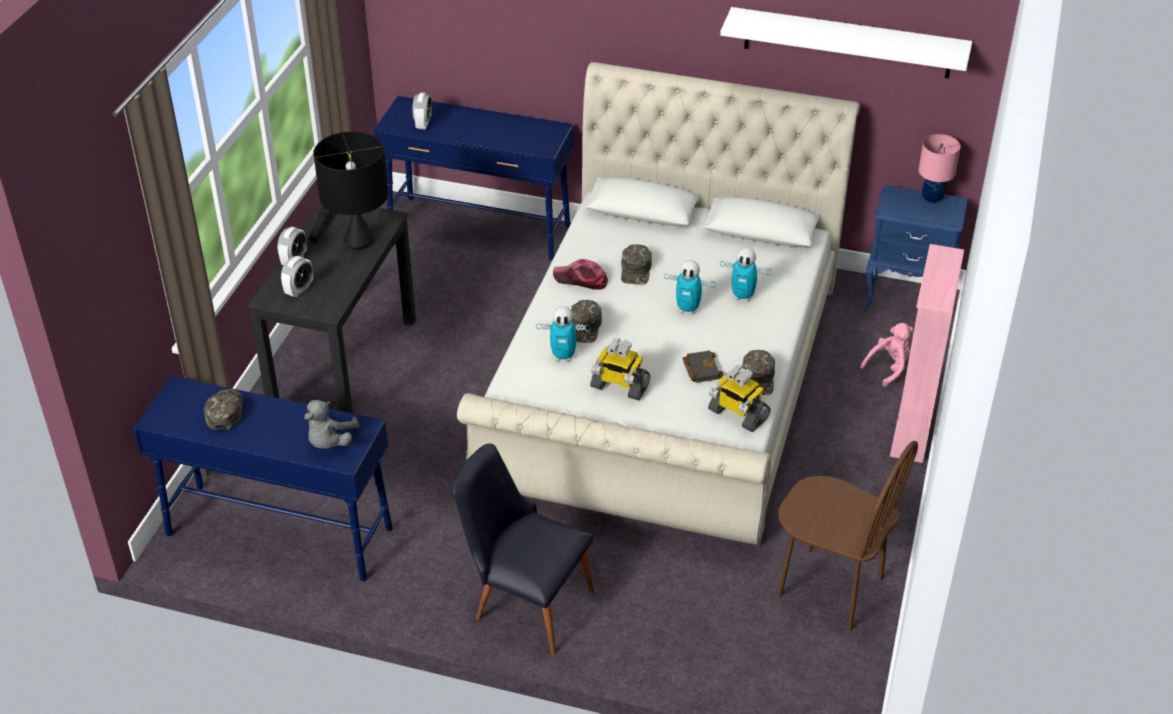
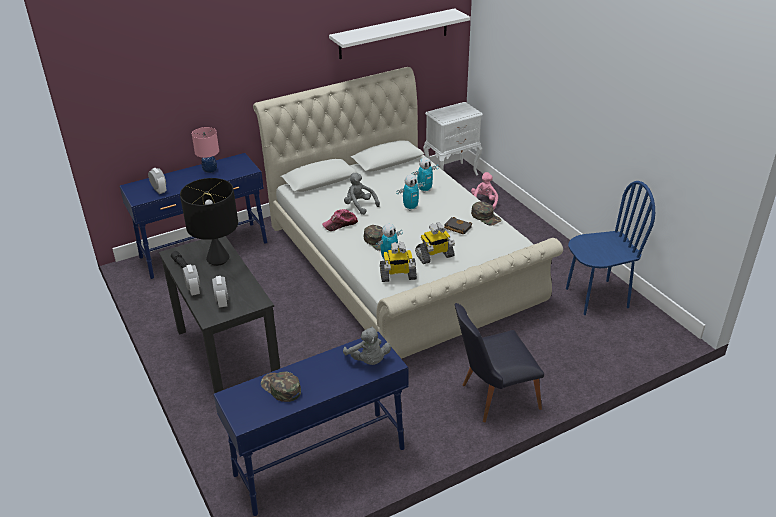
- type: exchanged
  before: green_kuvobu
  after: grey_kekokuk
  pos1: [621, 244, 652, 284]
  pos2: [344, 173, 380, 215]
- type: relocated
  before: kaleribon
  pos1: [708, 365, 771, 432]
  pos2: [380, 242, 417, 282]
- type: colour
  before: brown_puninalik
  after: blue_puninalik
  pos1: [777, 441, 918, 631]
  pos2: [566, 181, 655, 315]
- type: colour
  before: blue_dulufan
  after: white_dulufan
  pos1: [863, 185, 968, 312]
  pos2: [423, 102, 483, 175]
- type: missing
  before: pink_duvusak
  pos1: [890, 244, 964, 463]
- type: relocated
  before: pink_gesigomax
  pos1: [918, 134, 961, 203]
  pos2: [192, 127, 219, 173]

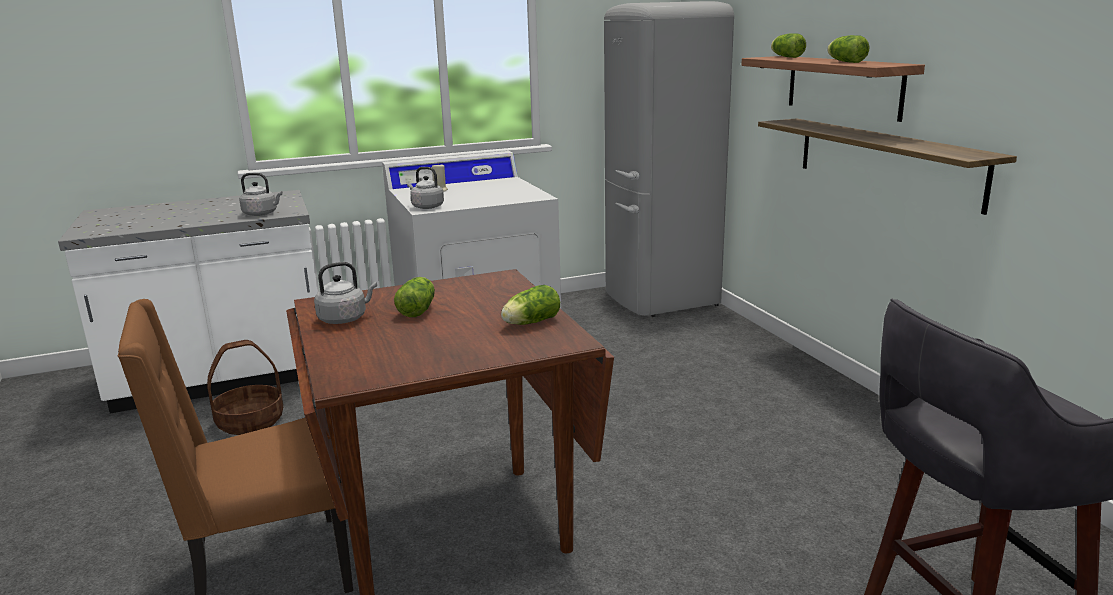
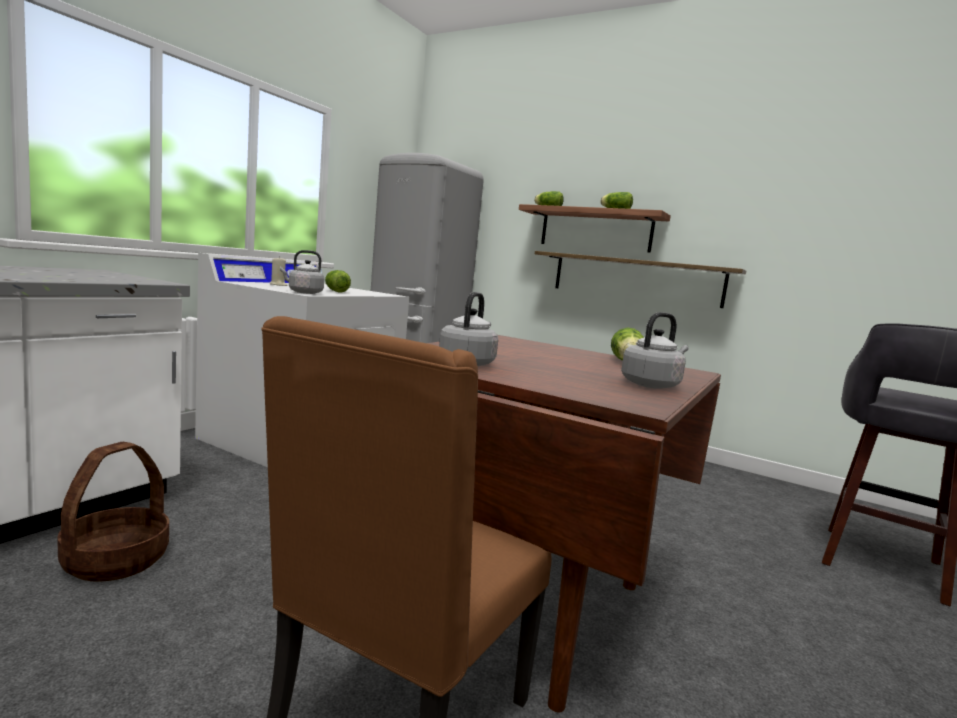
- type: relocated
  before: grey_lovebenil
  pos1: [239, 173, 283, 216]
  pos2: [621, 312, 688, 389]
- type: relocated
  before: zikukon
  pos1: [394, 277, 435, 317]
  pos2: [325, 270, 351, 293]

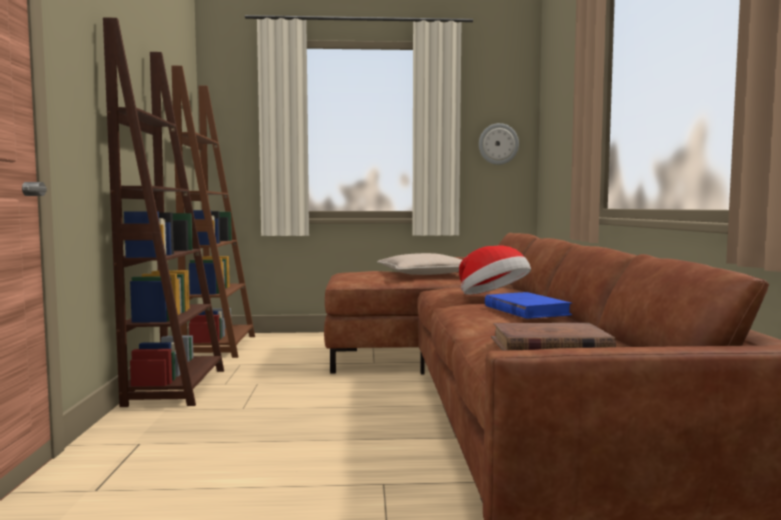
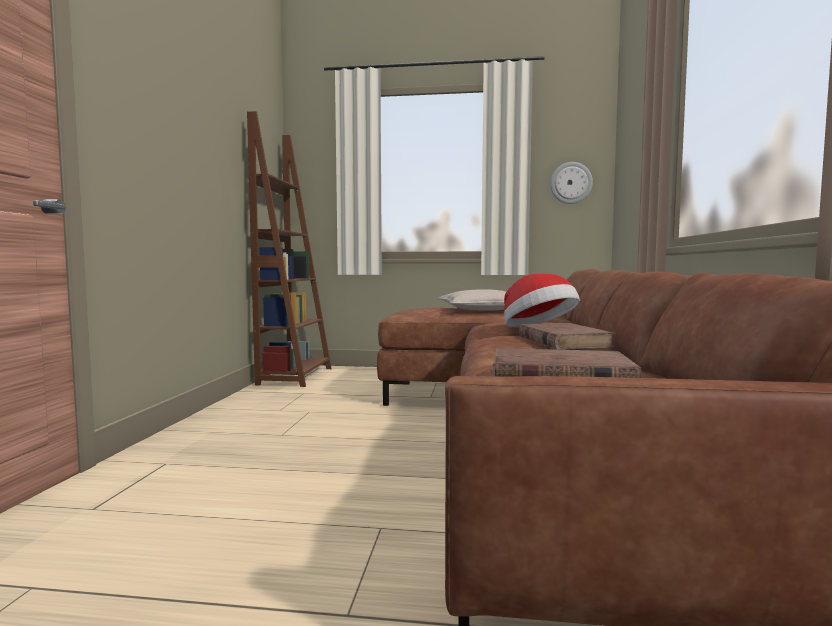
- type: missing
  before: brown_duvusak
  pos1: [103, 17, 224, 407]
- type: colour
  before: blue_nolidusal
  after: brown_nolidusal
  pos1: [485, 292, 572, 319]
  pos2: [519, 323, 615, 349]

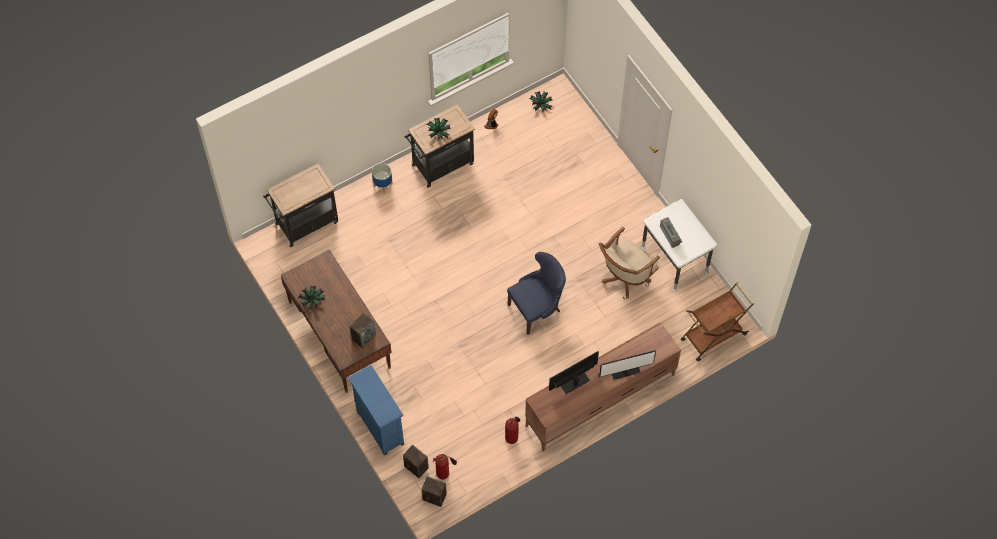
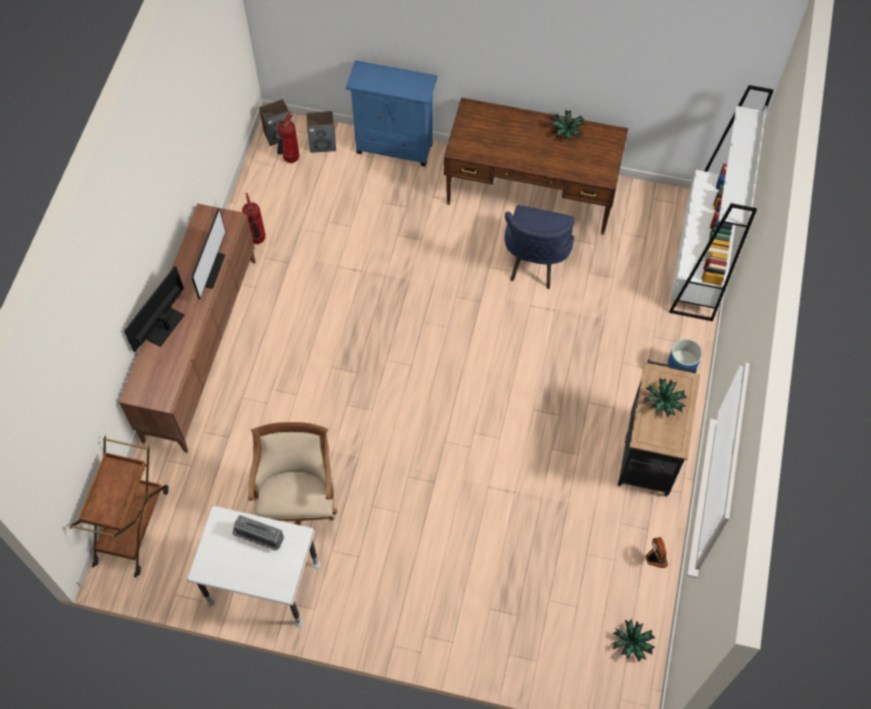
- type: exchanged
  before: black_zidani
  after: white_duvusak
  pos1: [263, 164, 338, 247]
  pos2: [669, 85, 773, 321]
- type: missing
  before: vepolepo
  pos1: [350, 313, 376, 349]
- type: relocated
  before: blue_puninalik
  pos1: [507, 252, 566, 335]
  pos2: [505, 205, 574, 289]

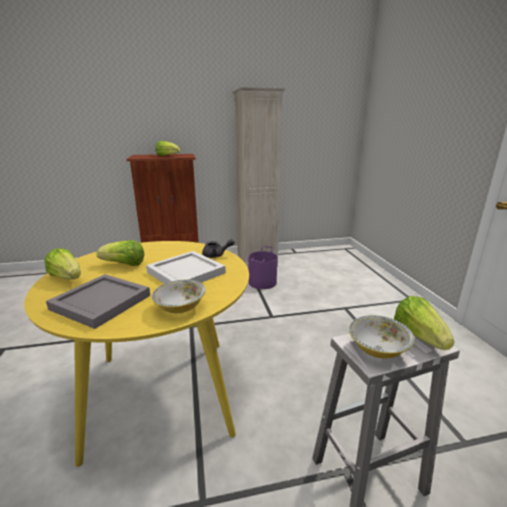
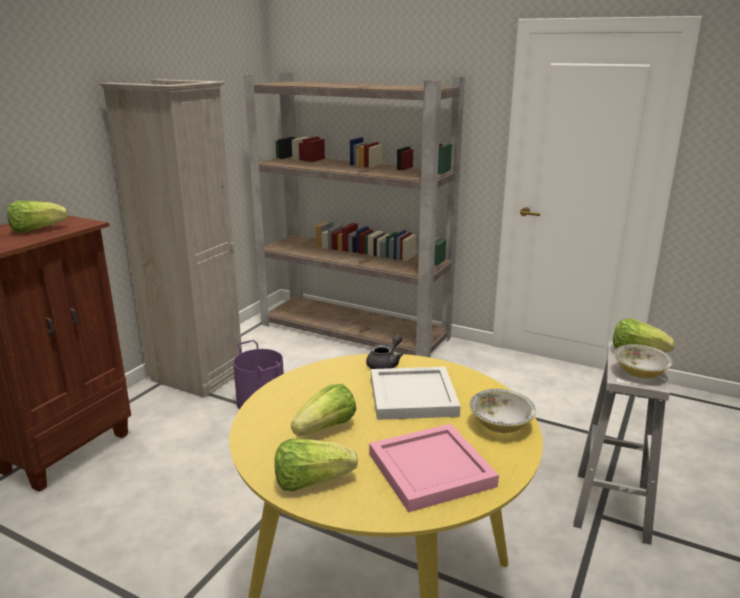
- type: colour
  before: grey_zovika
  after: pink_zovika
  pos1: [46, 274, 150, 329]
  pos2: [369, 424, 499, 513]
- type: appeared
  after: brown_duvusak
  pos2: [244, 73, 465, 357]

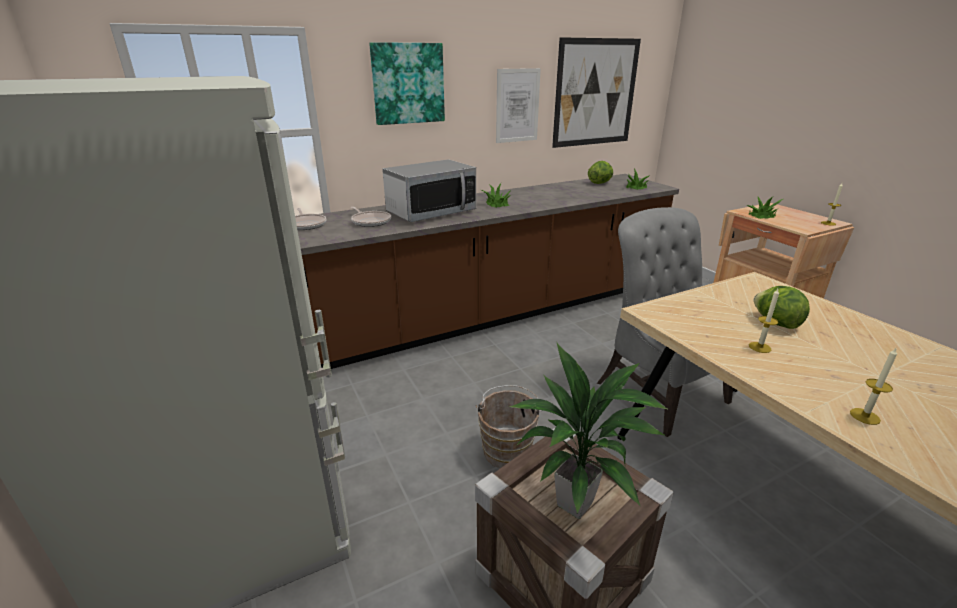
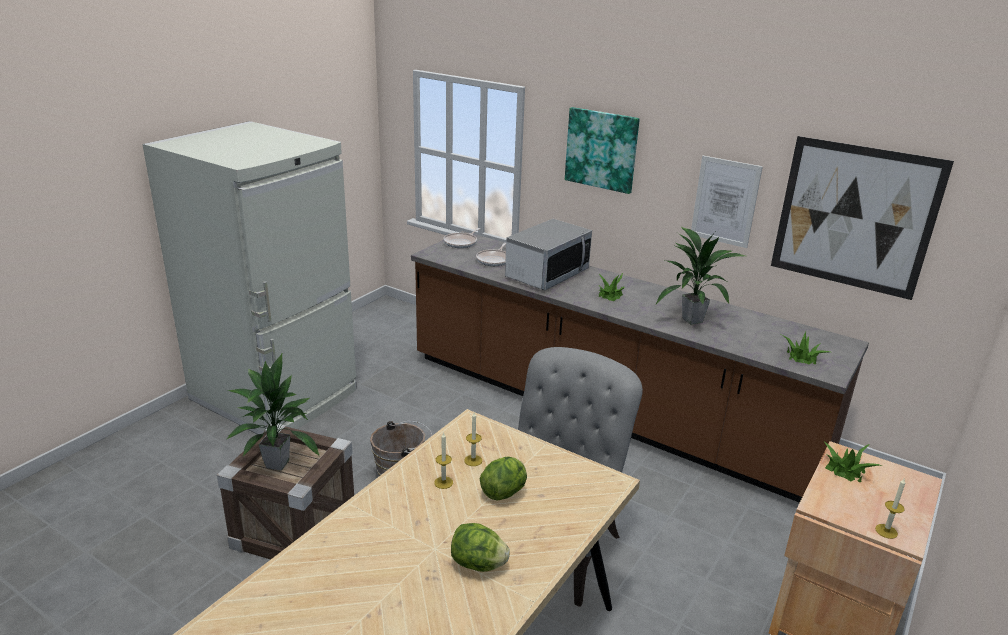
- type: spun
  before: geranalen
  pos1: [382, 159, 476, 222]
  pos2: [505, 219, 592, 290]
  turn: -75
- type: relocated
  before: zikukon
  pos1: [588, 161, 613, 184]
  pos2: [451, 523, 510, 572]
- type: relocated
  before: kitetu
  pos1: [850, 348, 897, 425]
  pos2: [464, 412, 482, 466]
- type: appeared
  after: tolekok
  pos2: [655, 227, 746, 325]

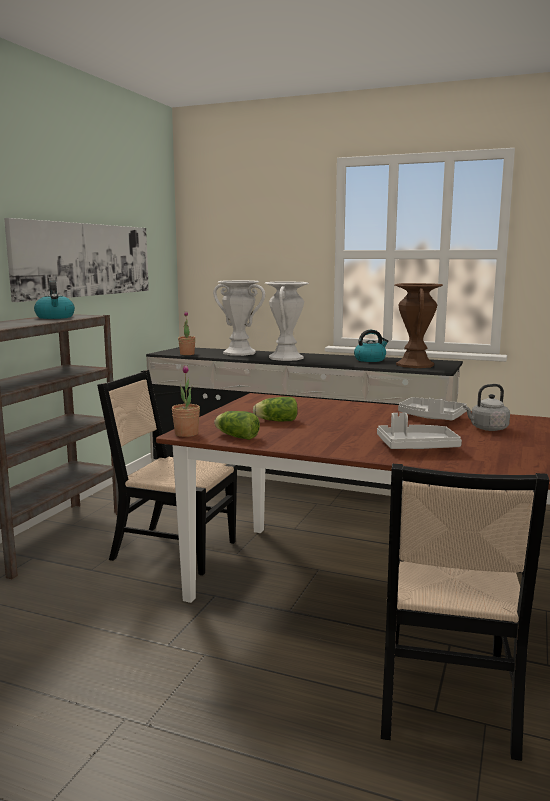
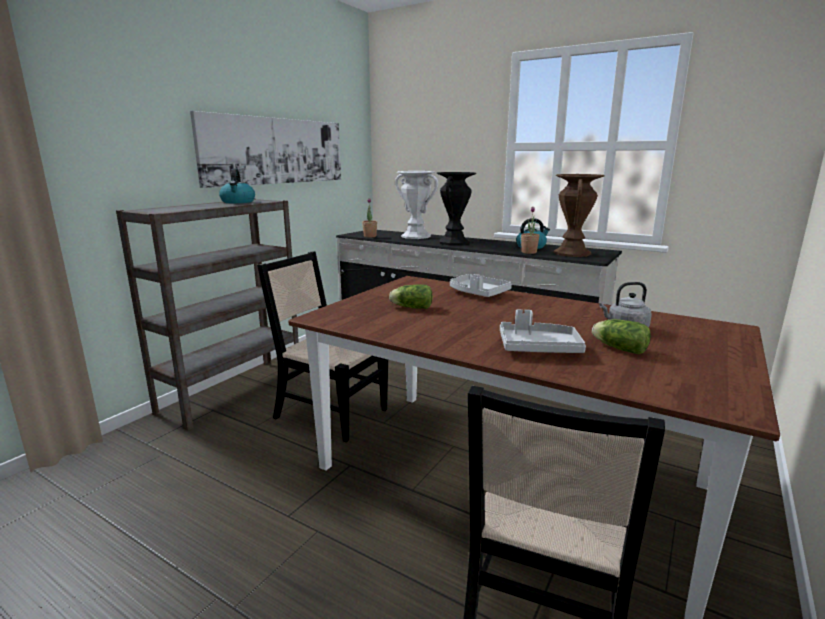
- type: relocated
  before: tolekok
  pos1: [172, 365, 200, 437]
  pos2: [521, 207, 540, 254]
- type: relocated
  before: zikukon
  pos1: [214, 411, 260, 440]
  pos2: [592, 319, 651, 354]
- type: colour
  before: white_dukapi
  after: black_dukapi
  pos1: [265, 281, 309, 361]
  pos2: [437, 172, 476, 245]
- type: relocated
  before: grey_zovika
  pos1: [398, 397, 467, 420]
  pos2: [450, 274, 512, 297]

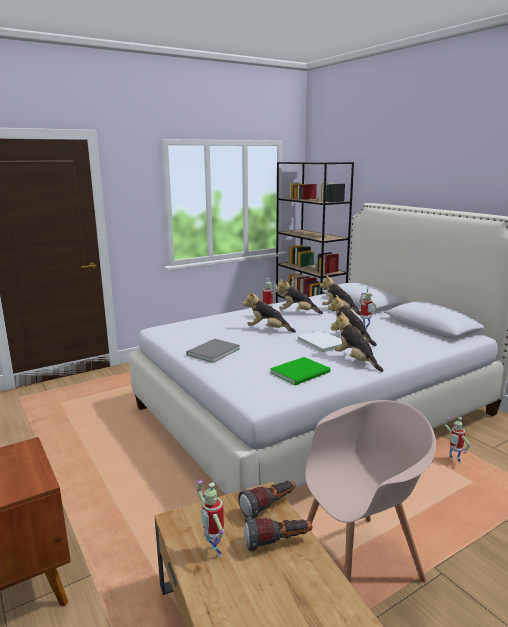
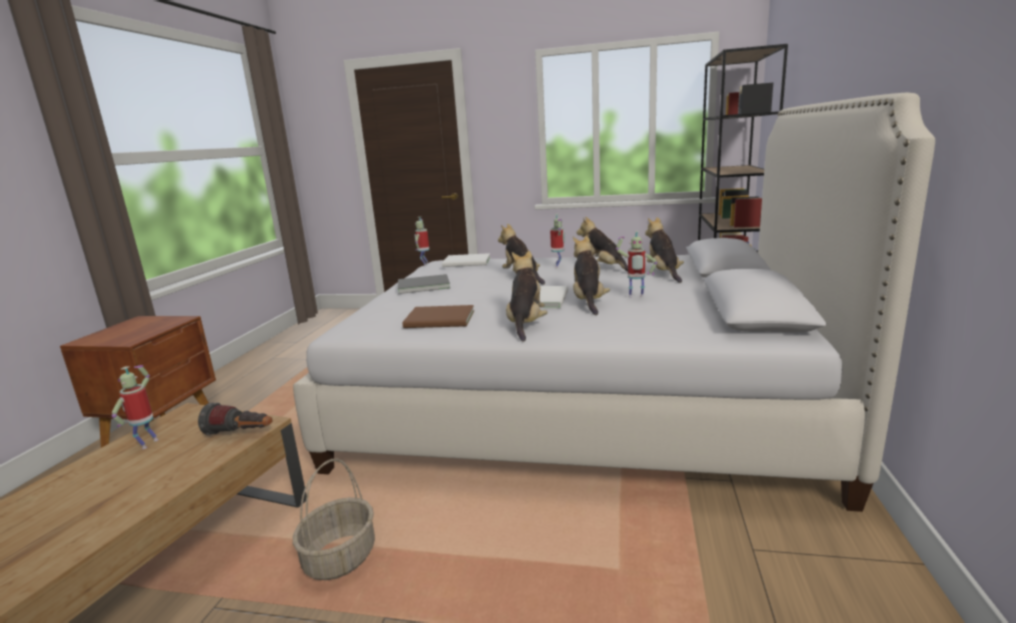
- type: missing
  before: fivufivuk
  pos1: [244, 517, 312, 552]
- type: colour
  before: green_nolidusal
  after: brown_nolidusal
  pos1: [270, 357, 330, 385]
  pos2: [403, 305, 474, 328]
- type: exchanged
  before: beige_puninalik
  after: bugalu
  pos1: [305, 400, 436, 583]
  pos2: [293, 459, 375, 580]
- type: relocated
  before: kaleribon
  pos1: [444, 417, 470, 463]
  pos2: [415, 217, 429, 266]
- type: appeared
  after: white_nolidusal
  pos2: [442, 253, 490, 267]

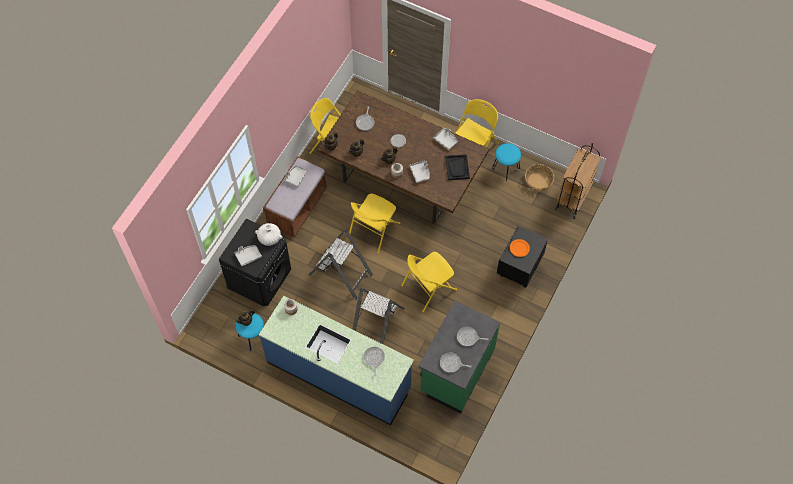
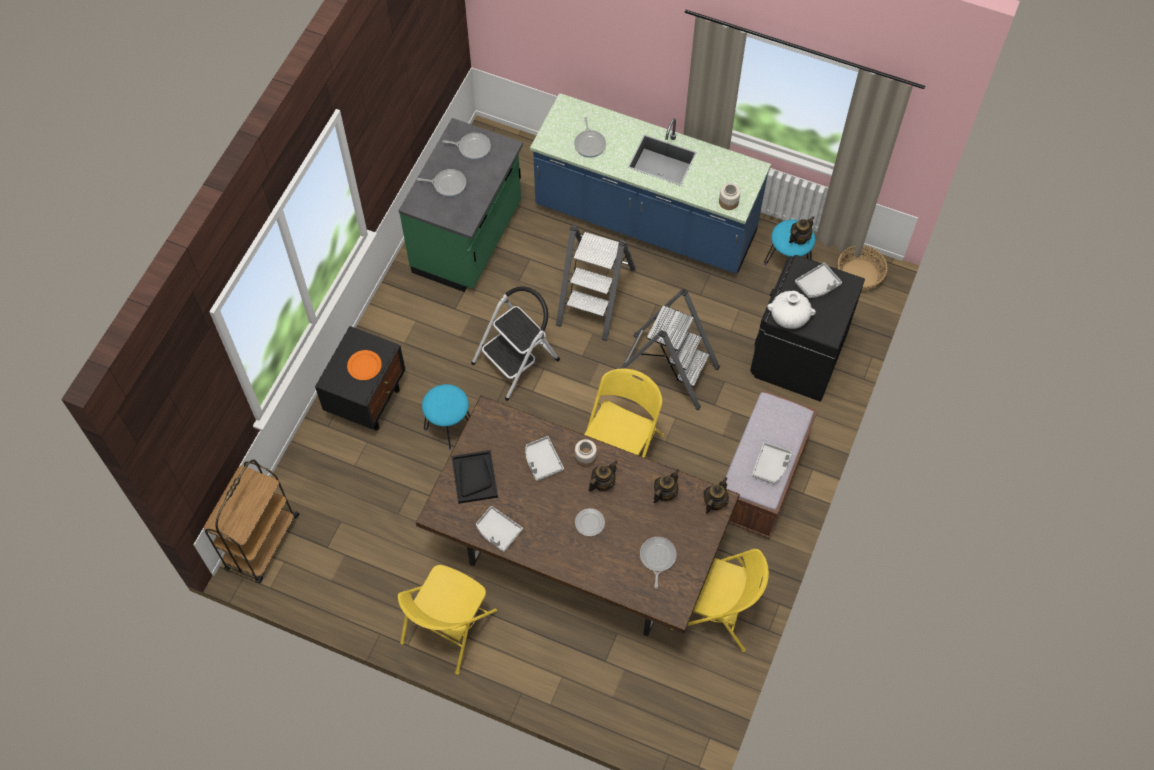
- type: exchanged
  before: yellow_puninalik
  after: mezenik
  pos1: [401, 252, 457, 313]
  pos2: [471, 286, 560, 400]
- type: relocated
  before: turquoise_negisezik
  pos1: [492, 143, 521, 181]
  pos2: [422, 384, 470, 450]
- type: relocated
  before: bugalu
  pos1: [525, 164, 554, 191]
  pos2: [838, 245, 888, 291]

